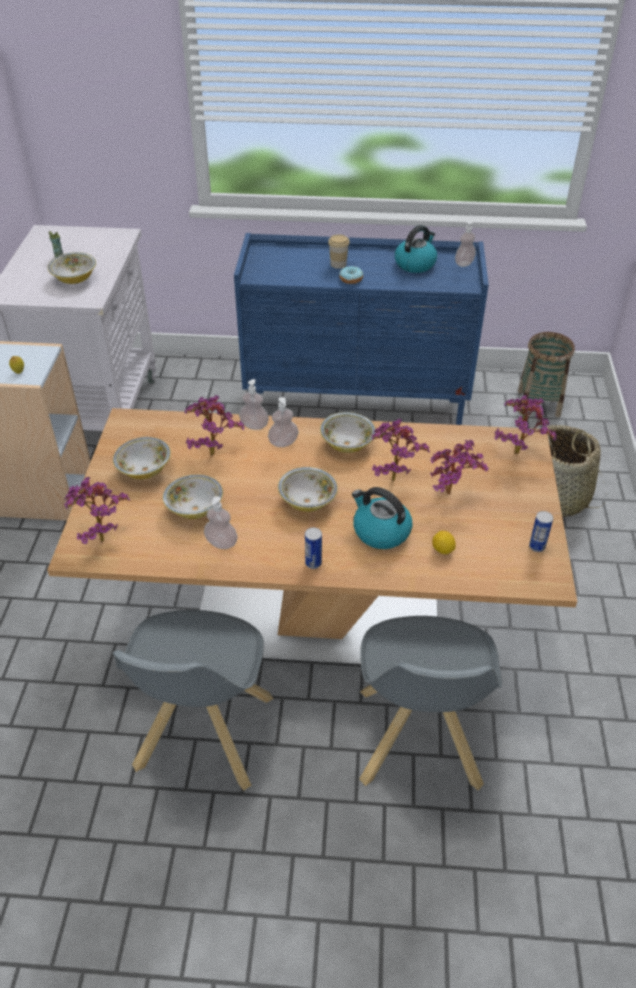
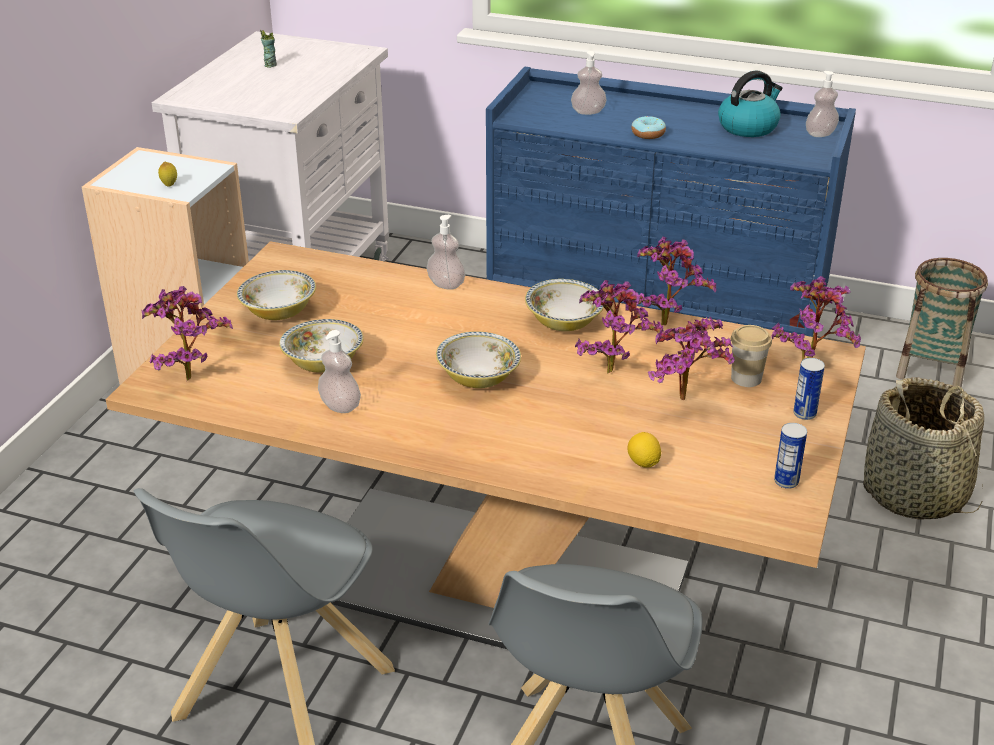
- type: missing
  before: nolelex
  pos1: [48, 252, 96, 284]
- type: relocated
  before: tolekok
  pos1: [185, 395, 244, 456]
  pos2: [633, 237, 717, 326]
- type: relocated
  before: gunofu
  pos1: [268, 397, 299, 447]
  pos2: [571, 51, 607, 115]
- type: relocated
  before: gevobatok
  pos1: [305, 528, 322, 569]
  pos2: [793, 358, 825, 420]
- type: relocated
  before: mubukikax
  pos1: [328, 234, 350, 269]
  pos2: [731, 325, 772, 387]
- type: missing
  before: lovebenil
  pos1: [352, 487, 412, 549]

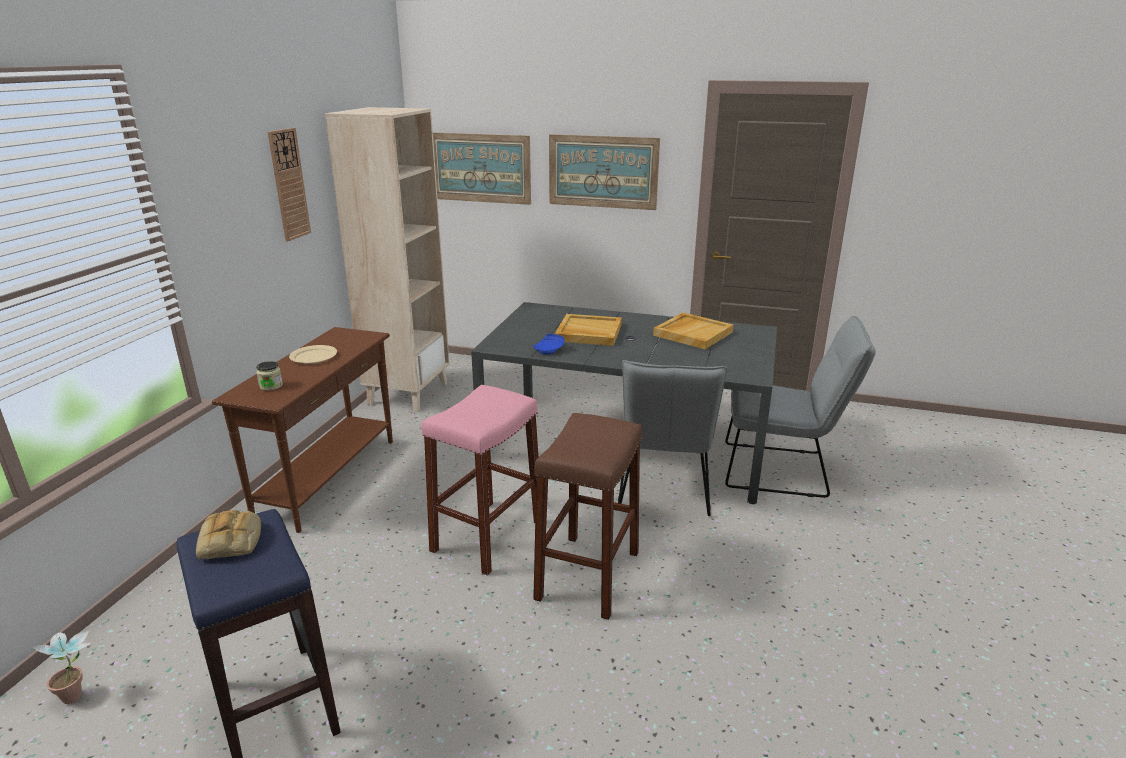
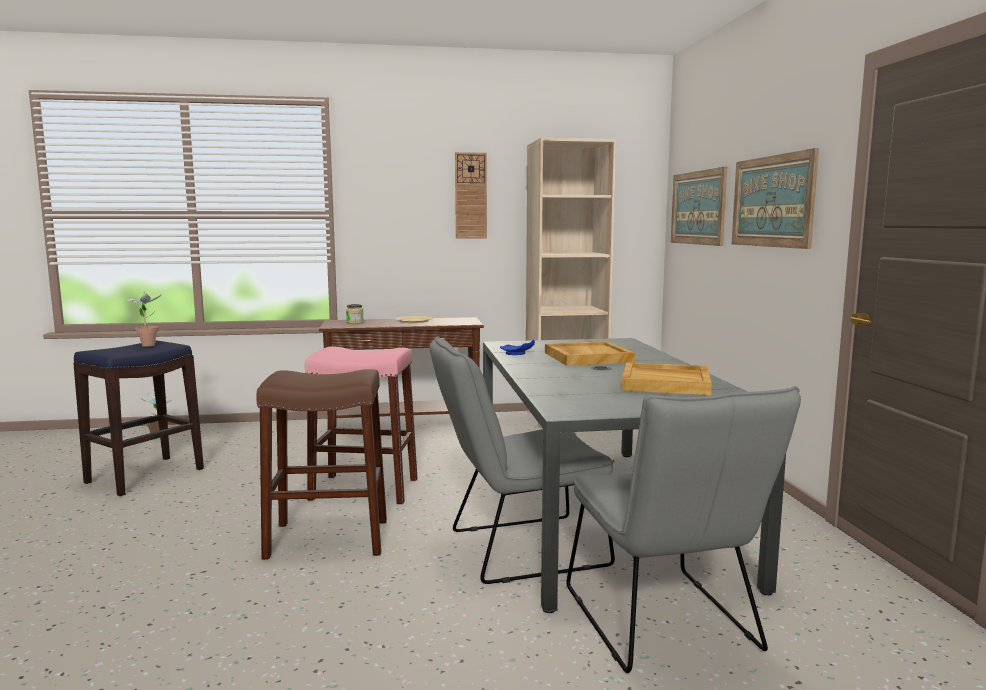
- type: exchanged
  before: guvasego
  after: tolekok
  pos1: [196, 510, 261, 559]
  pos2: [126, 291, 162, 347]

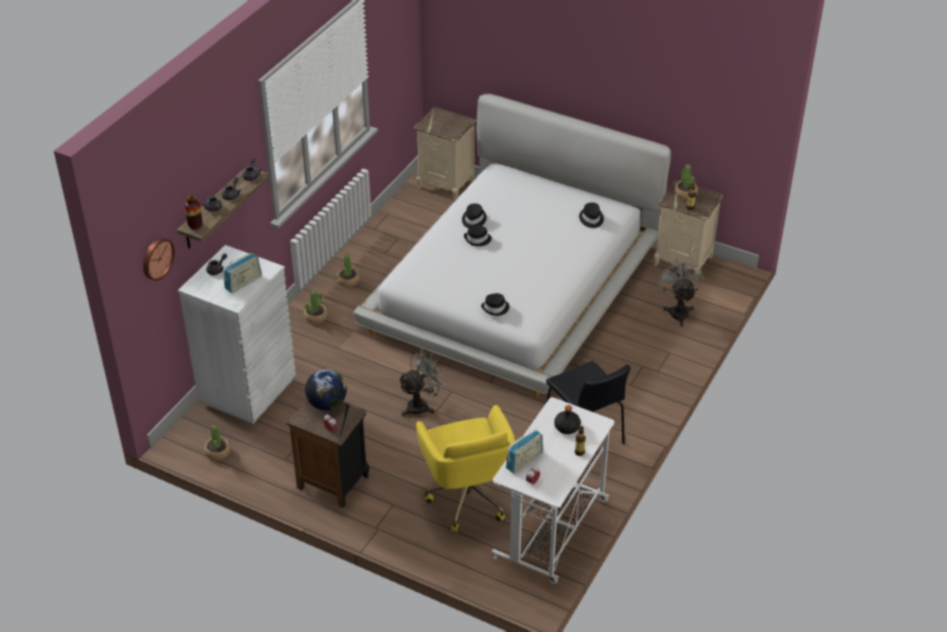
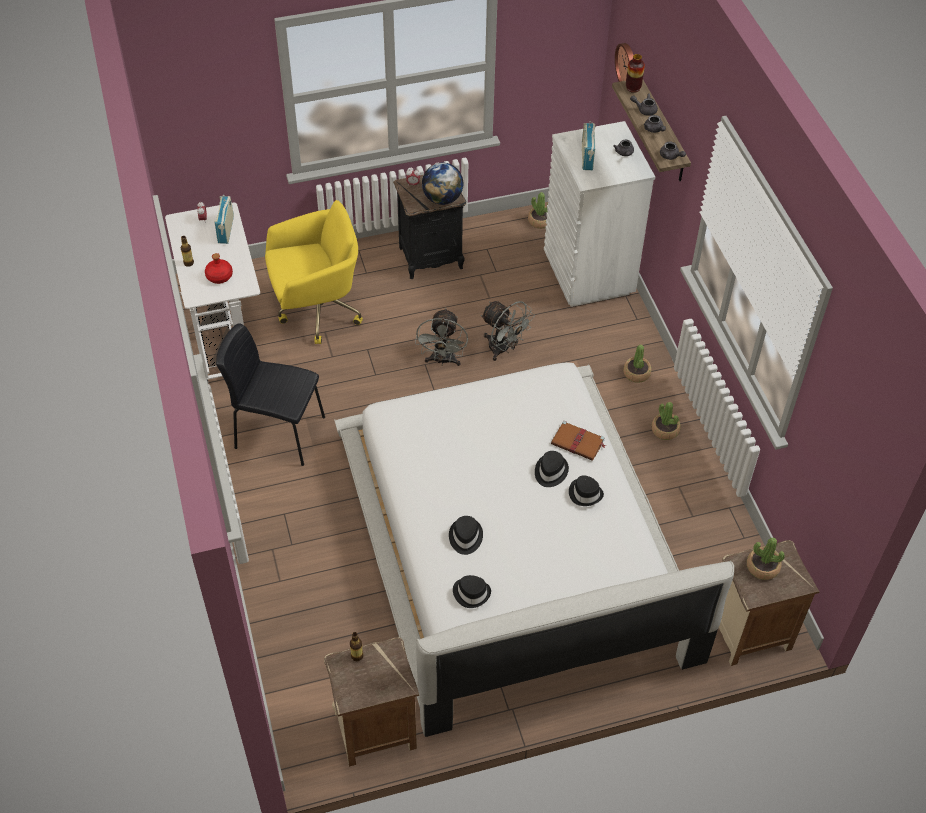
- type: spun
  before: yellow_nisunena
  pos1: [416, 405, 515, 532]
  pos2: [265, 200, 363, 344]
  turn: 135
- type: relocated
  before: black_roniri
  pos1: [481, 293, 509, 316]
  pos2: [449, 516, 483, 555]
- type: colour
  before: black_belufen
  after: red_belufen
  pos1: [554, 405, 581, 434]
  pos2: [205, 253, 233, 284]
- type: relocated
  before: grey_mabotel
  pos1: [659, 259, 704, 326]
  pos2: [481, 301, 535, 361]
- type: relocated
  before: tolekok
  pos1: [674, 165, 698, 200]
  pos2: [747, 538, 785, 580]
- type: appeared
  after: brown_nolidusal
  pos2: [551, 421, 606, 461]

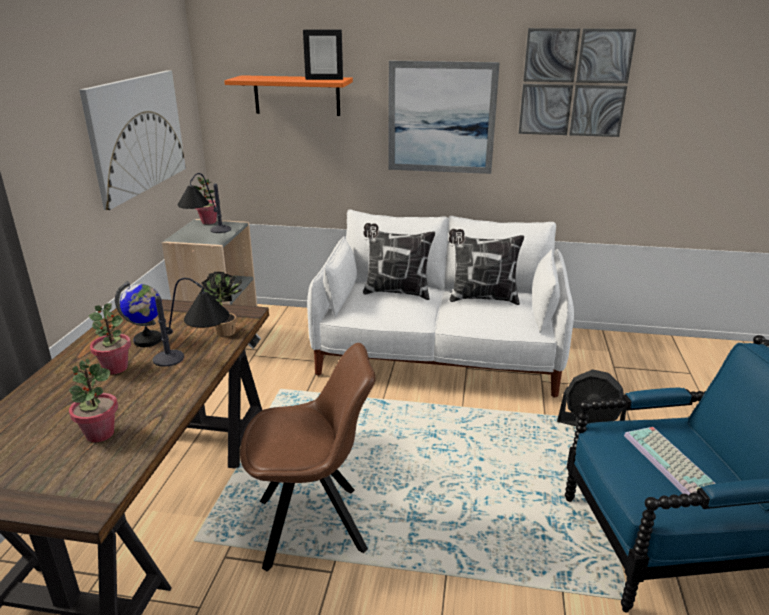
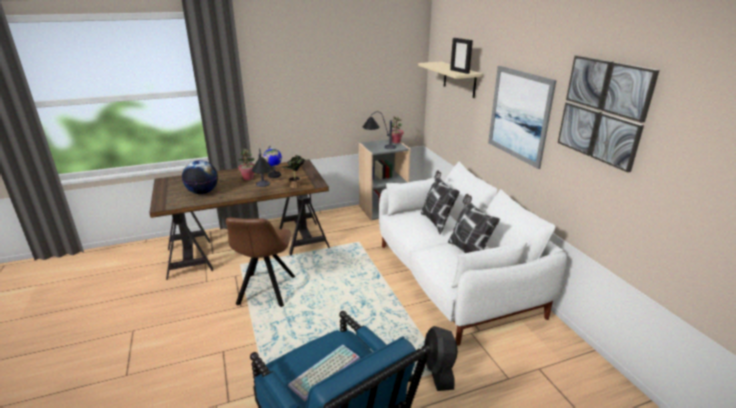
- type: exchanged
  before: tolekok
  after: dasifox
  pos1: [69, 359, 118, 442]
  pos2: [182, 160, 218, 194]
- type: missing
  before: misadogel
  pos1: [79, 70, 186, 210]
- type: colour
  before: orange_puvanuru
  after: beige_puvanuru
  pos1: [224, 75, 353, 116]
  pos2: [418, 62, 483, 98]
- type: spun
  before: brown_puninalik
  pos1: [240, 343, 376, 571]
  pos2: [226, 218, 296, 307]
  turn: 45

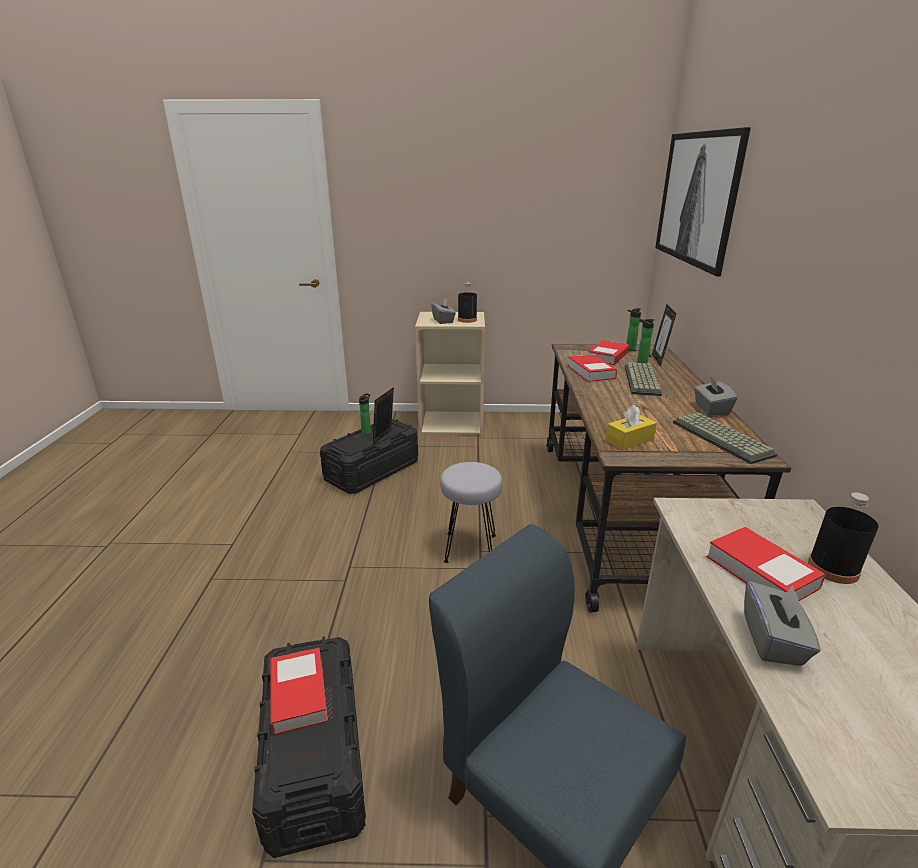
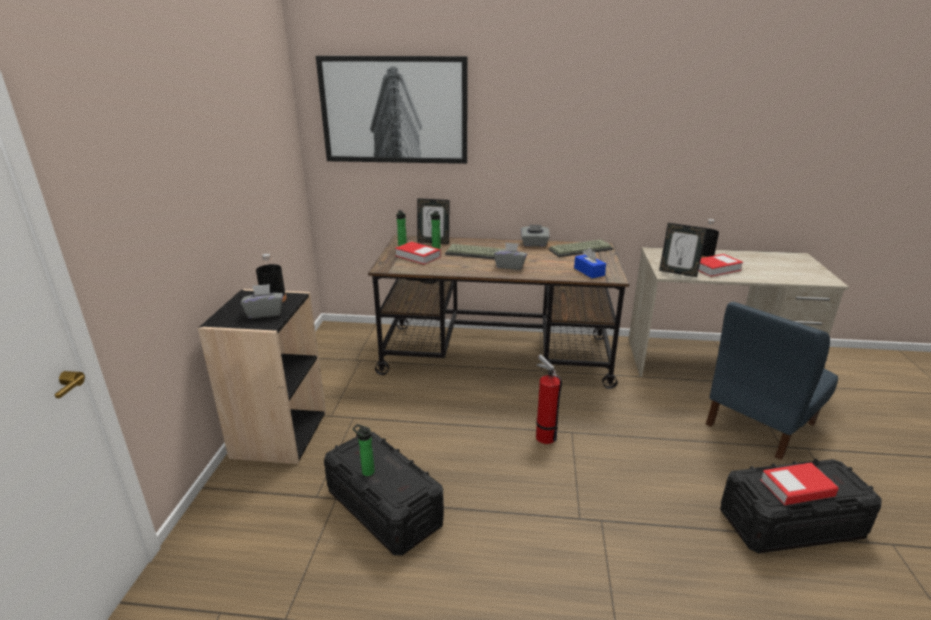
- type: relocated
  before: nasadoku
  pos1: [373, 387, 394, 445]
  pos2: [659, 223, 707, 277]
- type: colour
  before: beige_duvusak
  after: black_duvusak
  pos1: [415, 312, 485, 435]
  pos2: [198, 289, 326, 464]
- type: exchanged
  before: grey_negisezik
  after: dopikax
  pos1: [440, 462, 502, 563]
  pos2: [536, 354, 562, 444]
- type: missing
  before: nolidusal
  pos1: [568, 354, 617, 382]
- type: colour
  before: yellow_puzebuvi
  after: blue_puzebuvi
  pos1: [606, 405, 657, 450]
  pos2: [574, 248, 606, 278]
- type: relocated
  before: grey_puzebuvi
  pos1: [744, 581, 821, 666]
  pos2: [494, 242, 527, 270]

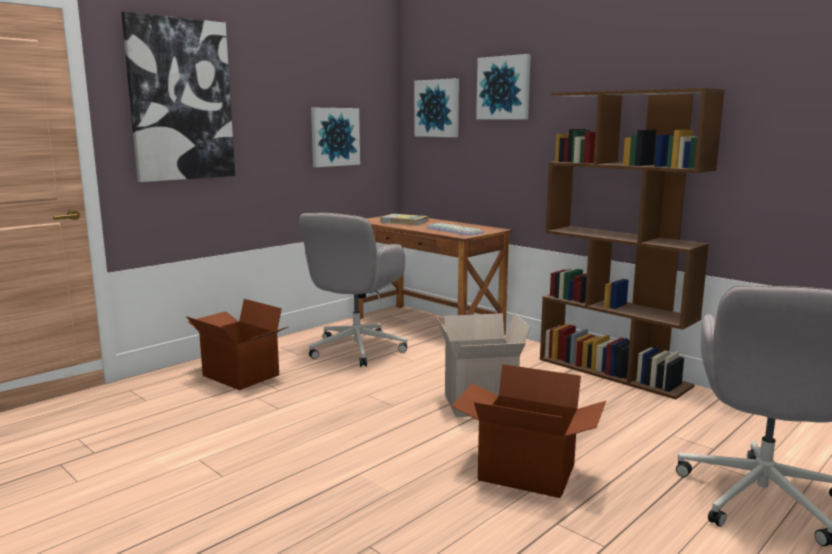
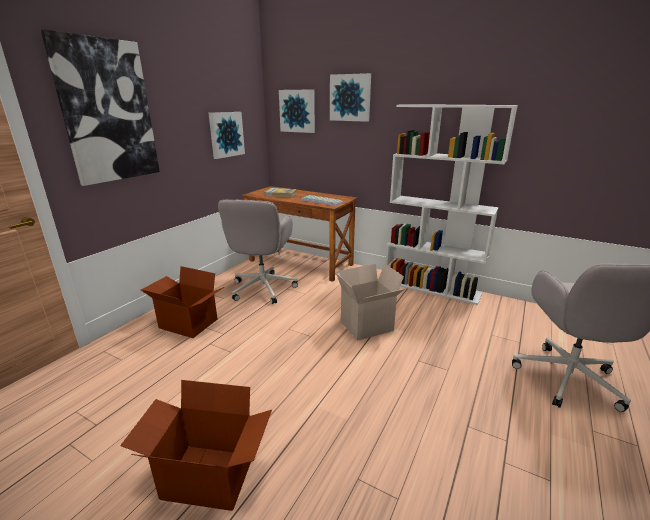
- type: relocated
  before: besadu
  pos1: [452, 364, 606, 498]
  pos2: [120, 380, 272, 511]
- type: colour
  before: brown_duvusak
  after: white_duvusak
  pos1: [540, 88, 725, 399]
  pos2: [386, 104, 518, 305]

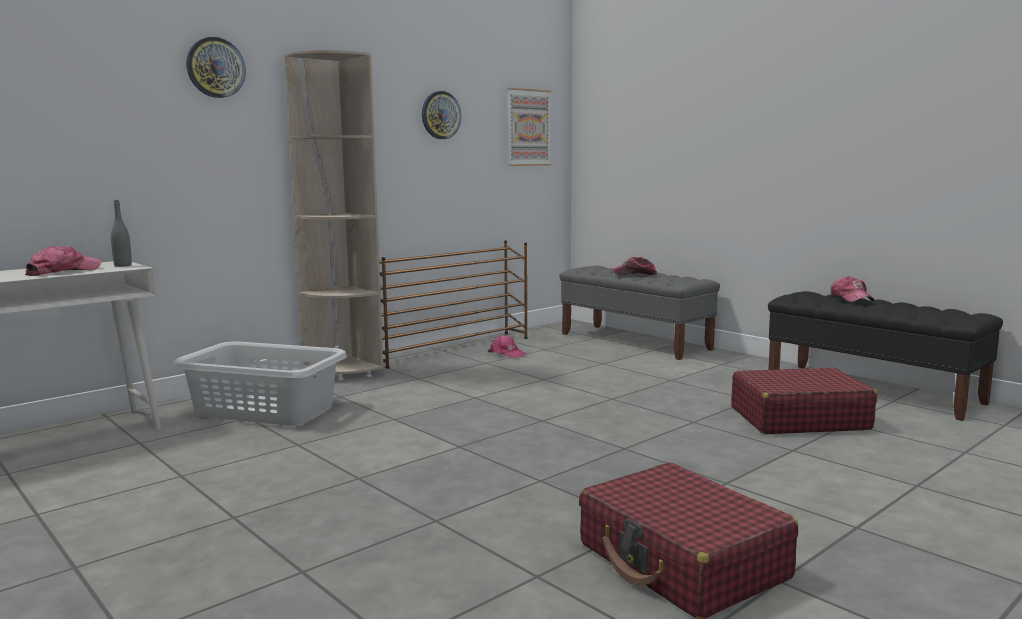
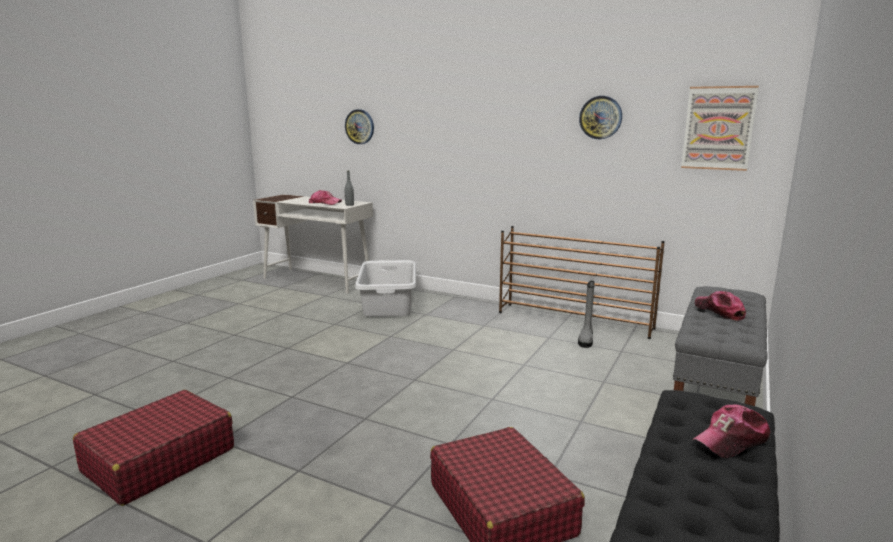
- type: relocated
  before: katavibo
  pos1: [186, 37, 246, 98]
  pos2: [345, 109, 374, 144]
- type: missing
  before: beige_duvusak
  pos1: [284, 50, 383, 380]
- type: exchanged
  before: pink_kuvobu
  after: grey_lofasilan
  pos1: [488, 335, 526, 358]
  pos2: [578, 281, 595, 348]

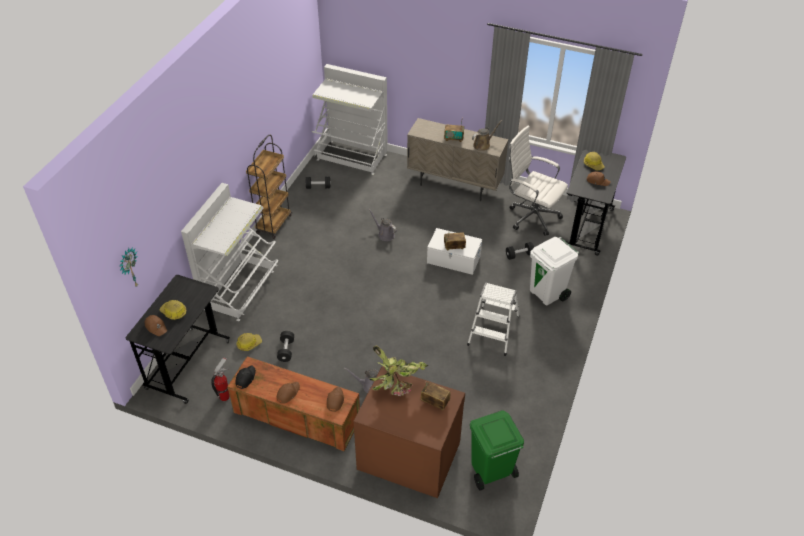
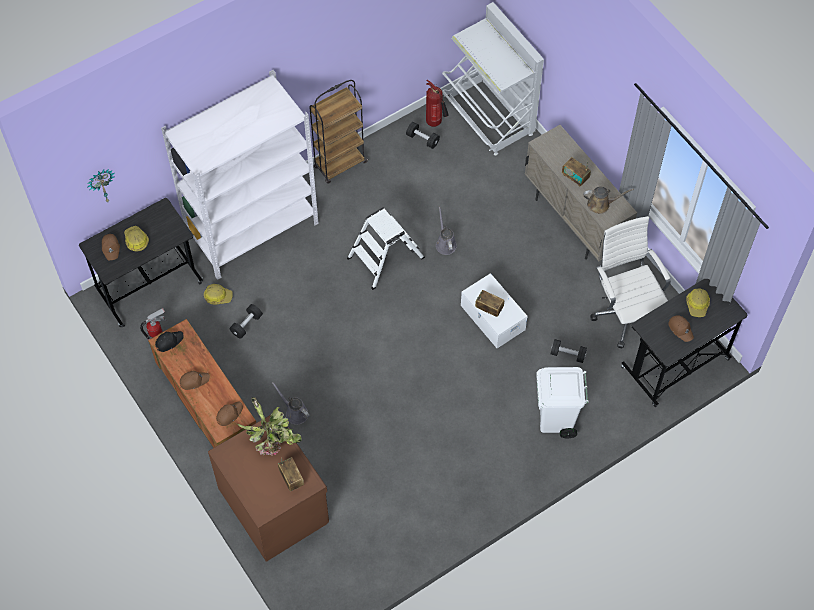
- type: exchanged
  before: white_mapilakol
  after: white_duvusak
  pos1: [181, 183, 278, 321]
  pos2: [161, 70, 319, 280]
- type: relocated
  before: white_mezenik
  pos1: [467, 282, 520, 356]
  pos2: [347, 207, 425, 290]
- type: missing
  before: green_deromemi
  pos1: [470, 410, 524, 491]
- type: appeared
  after: dopikax
  pos2: [426, 80, 449, 127]

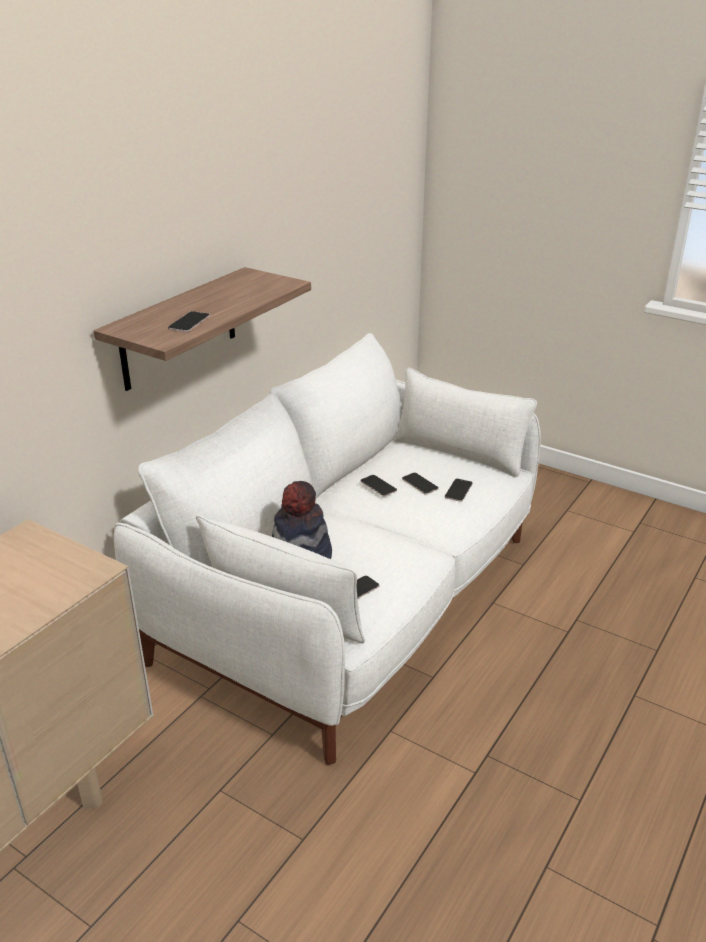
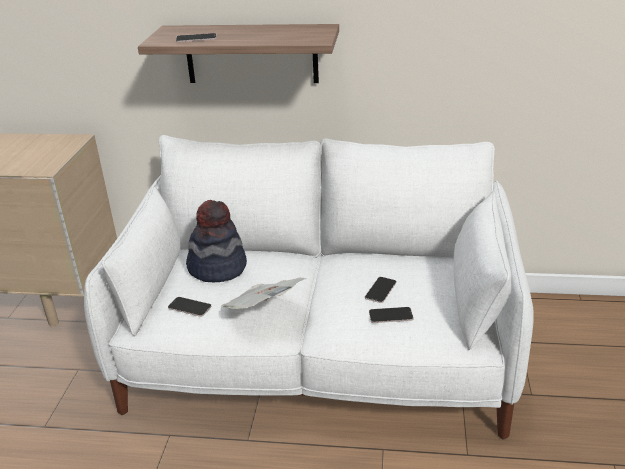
- type: missing
  before: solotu
  pos1: [360, 475, 397, 497]
- type: appeared
  after: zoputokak
  pos2: [221, 277, 306, 309]

